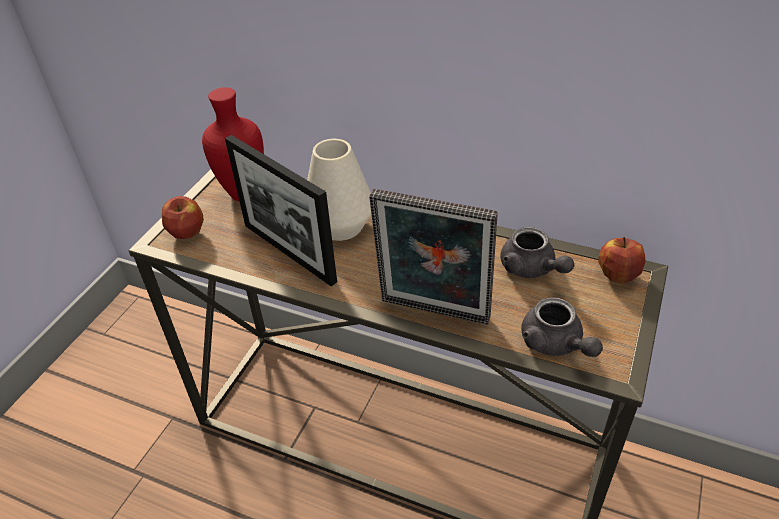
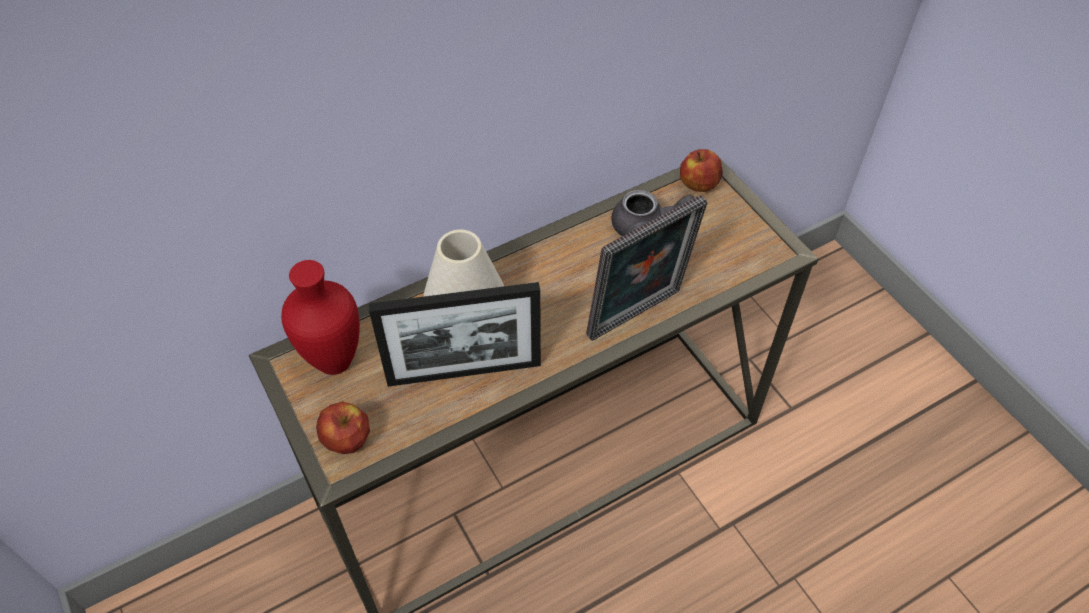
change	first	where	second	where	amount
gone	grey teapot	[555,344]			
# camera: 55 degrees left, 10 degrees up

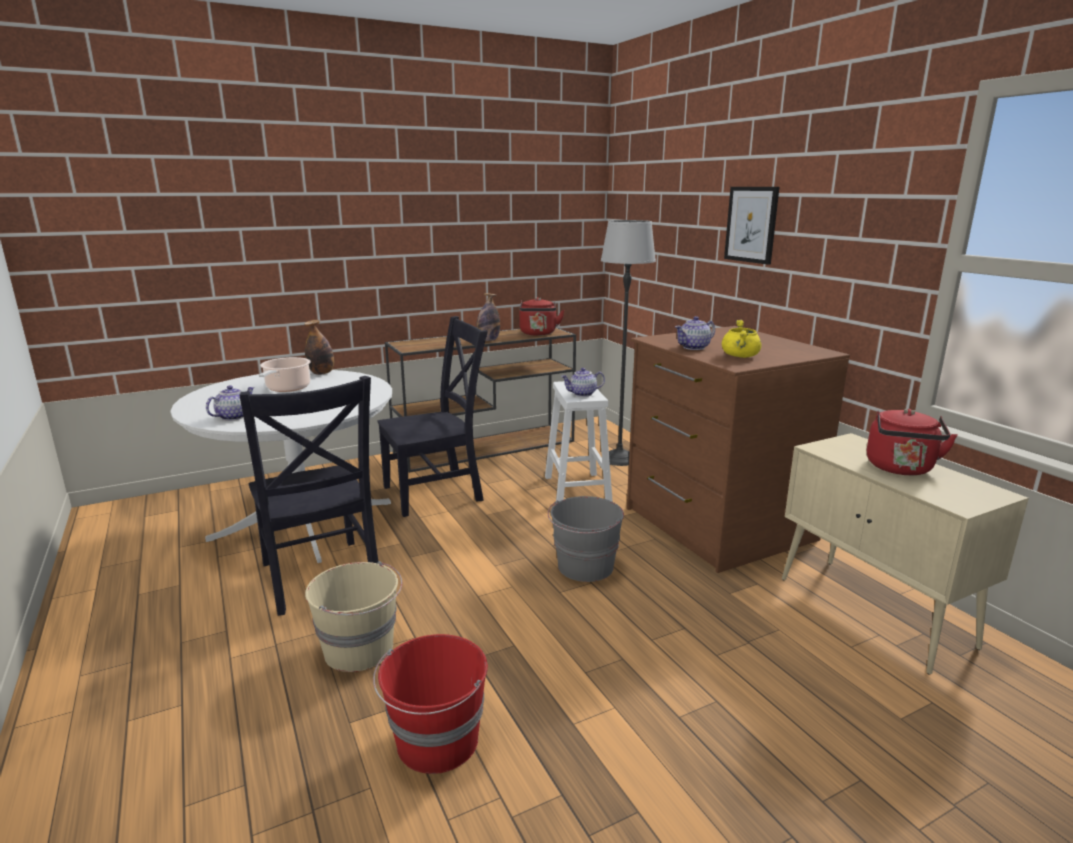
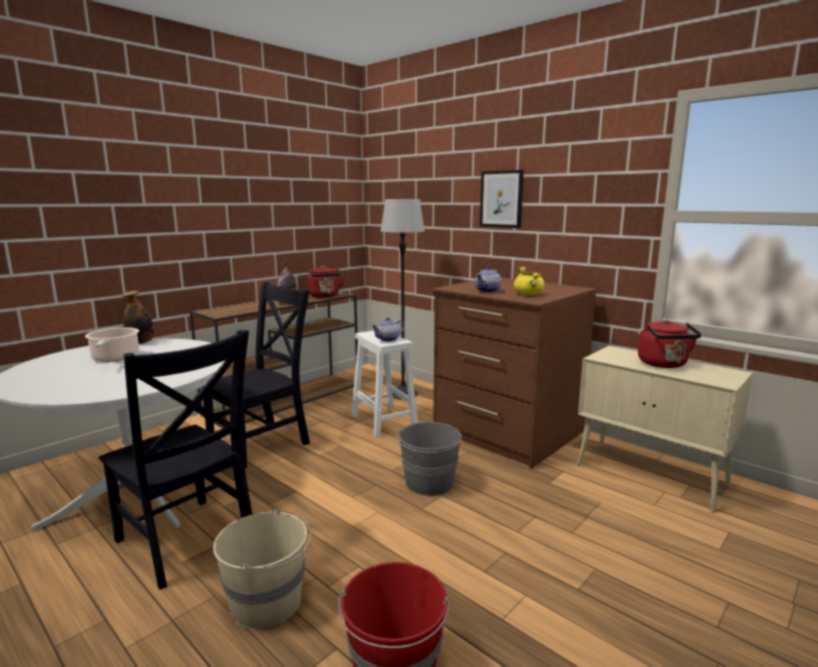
change	first	where	second	where	amount
gone	teapot	[233,416]			
# camera: 20 degrees left, 5 degrees down

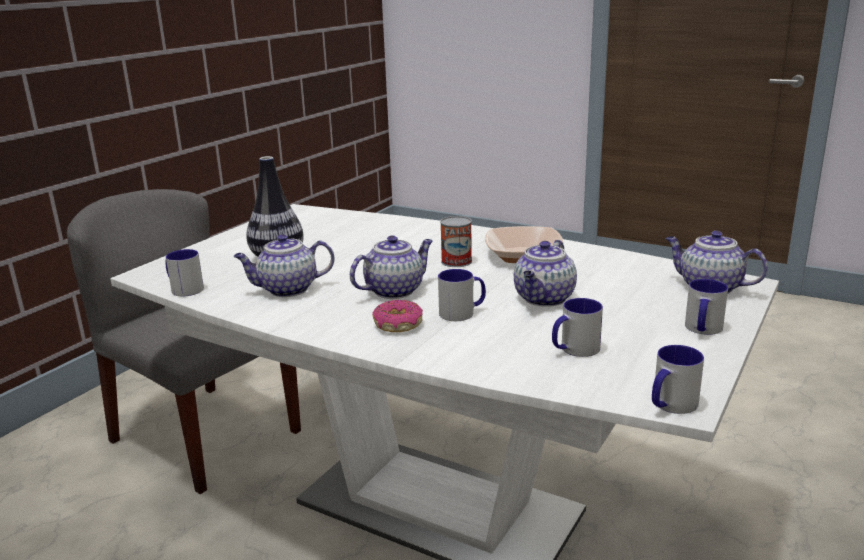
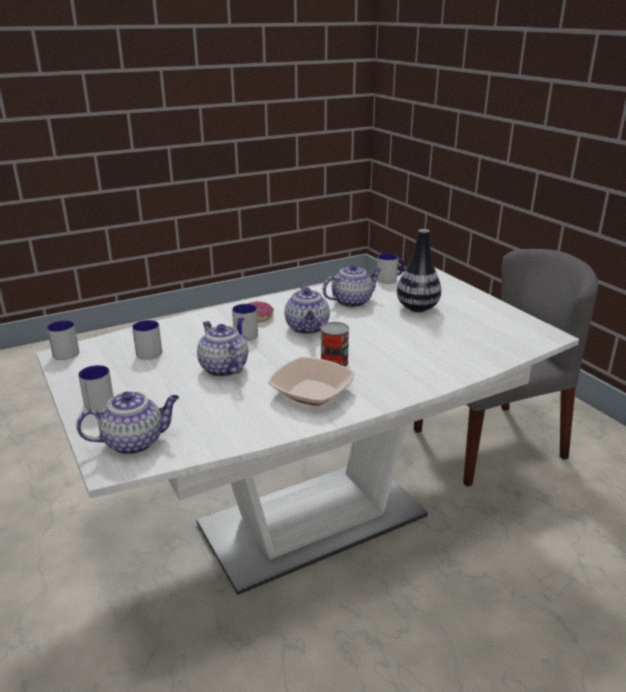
change	first	where	second	where	amount
rotated	teapot	[287,290]		[352,301]	45 degrees clockwise
# camera: 120 degrees right, 5 degrees up

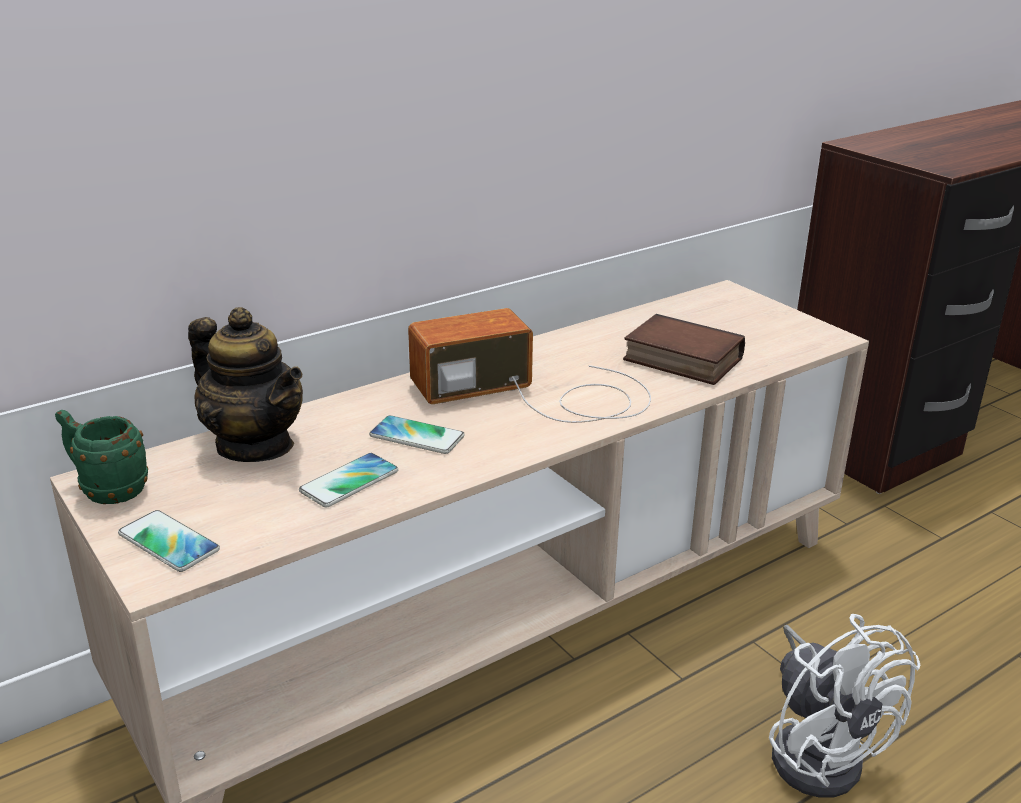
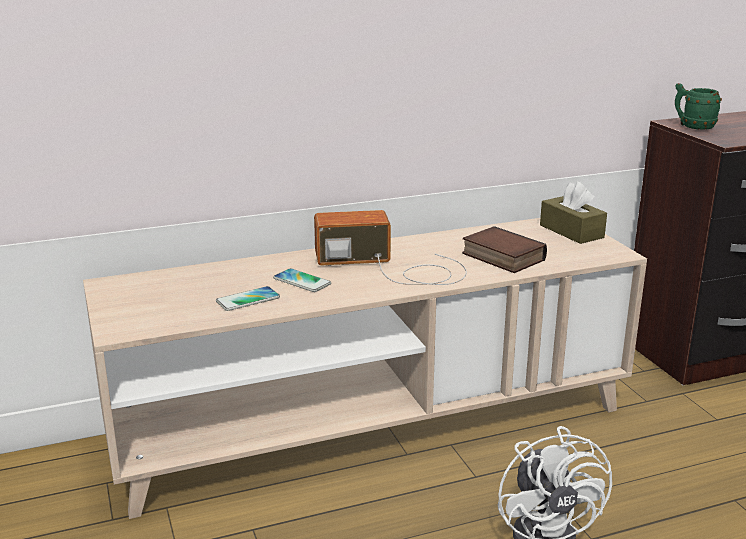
change	first	where	second	where	amount
gone	phone	[168,542]			
gone	teapot	[255,445]			
new			brown tissue box	[571,231]	
shifted	green mug	[107,489]		[692,126]	
# camera: 15 degrees right, 5 degrees down

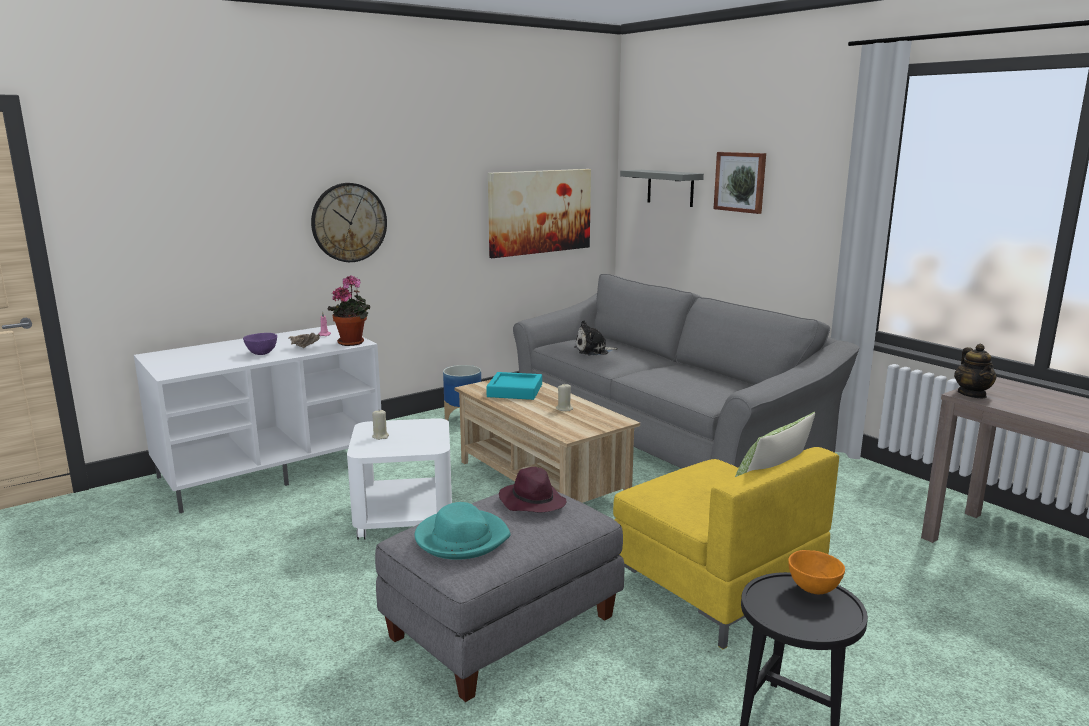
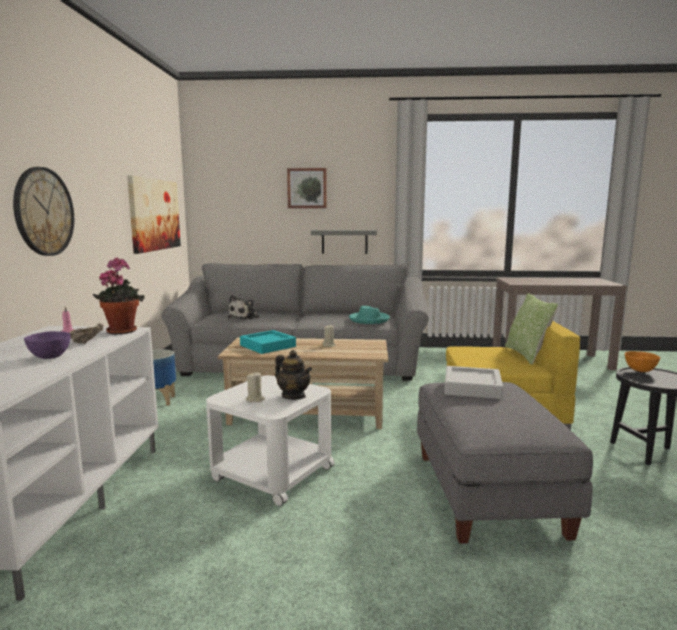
change	first	where	second	where	amount
shifted	turquoise hat	[461,538]		[369,320]	
shifted	grey shelf	[670,188]		[344,241]	
shifted	teapot	[972,394]		[293,396]	
swapped	purple hat	[532,502]	grey tray	[472,387]	
# camera: 50 degrees left, 5 degrees down

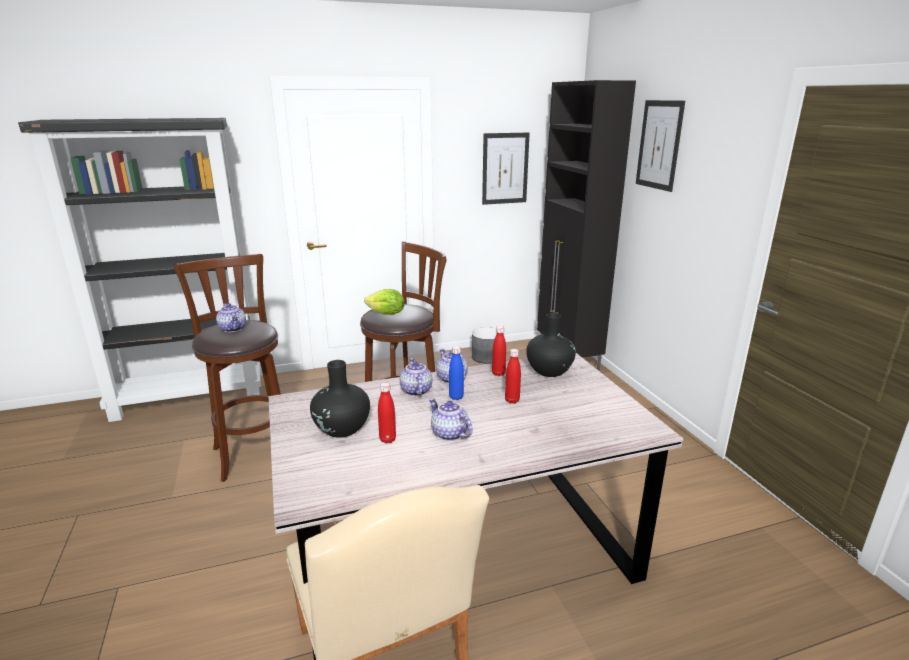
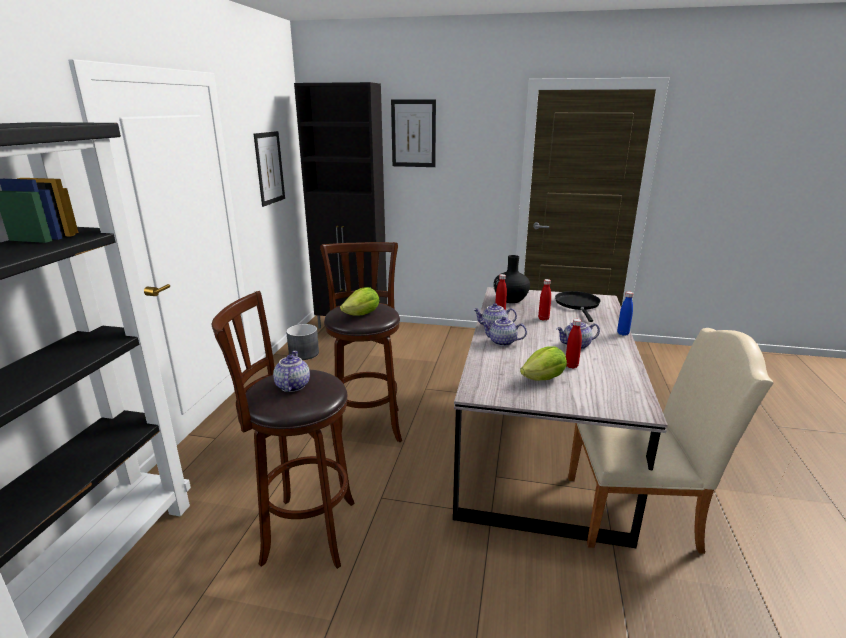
change	first	where	second	where	amount
new			black frying pan	[578,305]	
shifted	blue bottle	[456,397]		[622,333]	
swapped	black vase	[342,429]	lettuce	[544,378]	
rotated	teapot	[233,329]		[292,386]	90 degrees counterclockwise
# camera: 60 degrees left, 0 degrees up

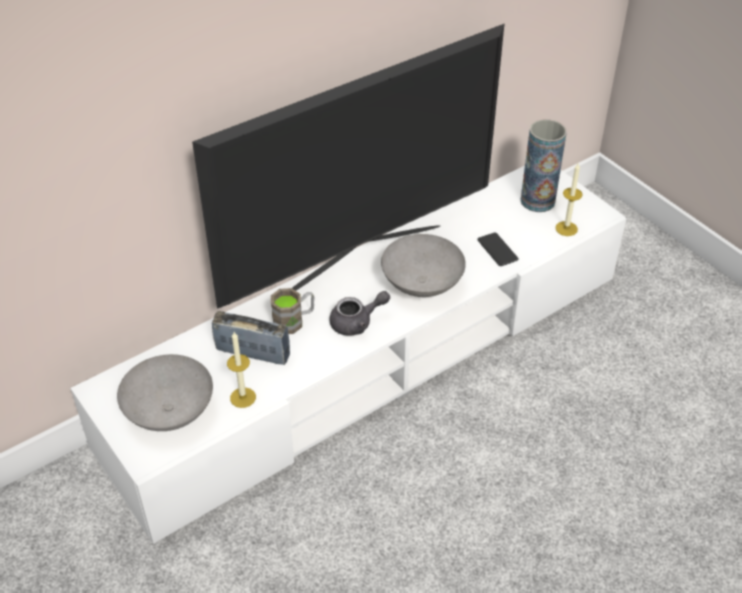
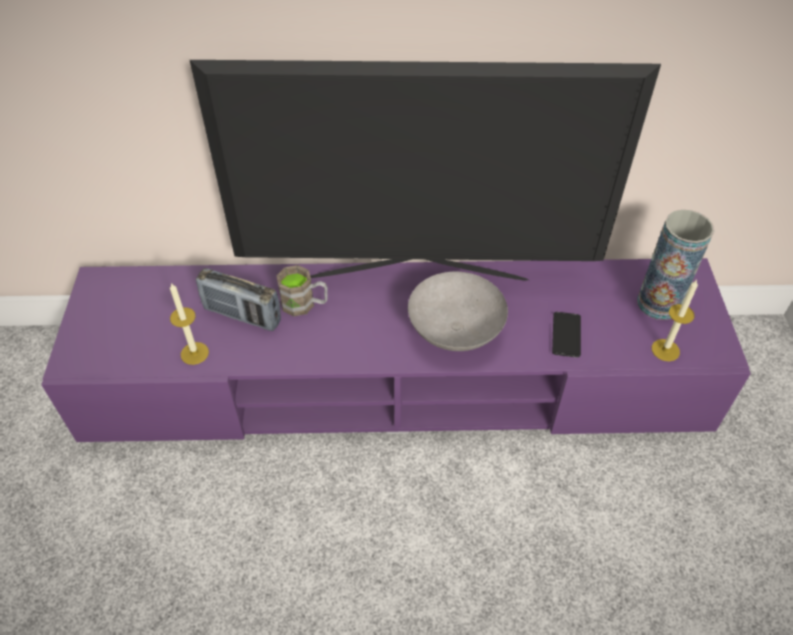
change	first	where	second	where	amount
gone	grey bowl	[170,413]			
gone	grey teapot	[357,323]			
repainted	white tv stand	[372,360]	purple tv stand	[398,381]	
rotated	radio	[253,353]		[242,315]	150 degrees clockwise
# camera: 35 degrees right, 5 degrees up

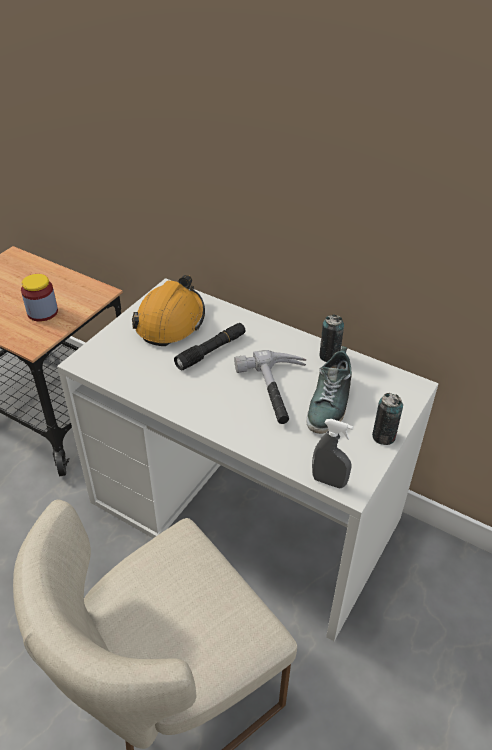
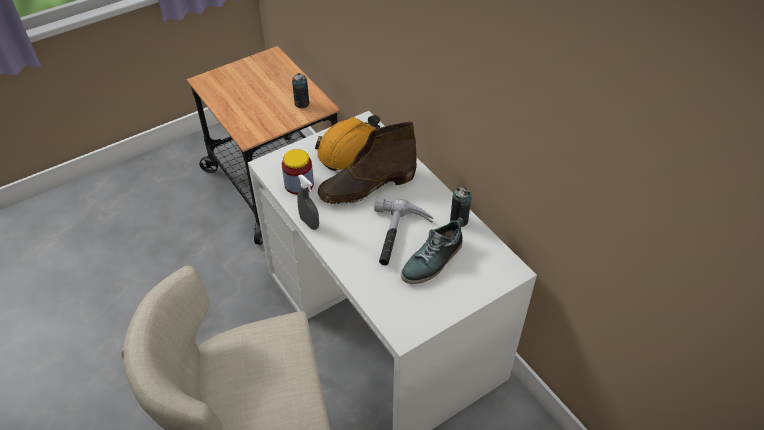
change	first	where	second	where	amount
shifted	jar	[42,312]		[299,184]	
shifted	grey spray bottle	[329,481]		[309,223]	
shifted	can	[383,436]		[302,104]	
swapped	black flashlight	[211,351]	brown boot	[366,186]	
# camera: 25 degrees right, 5 degrees up

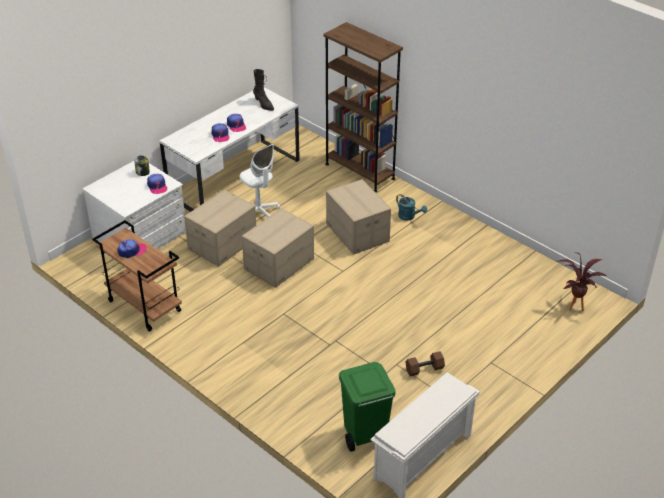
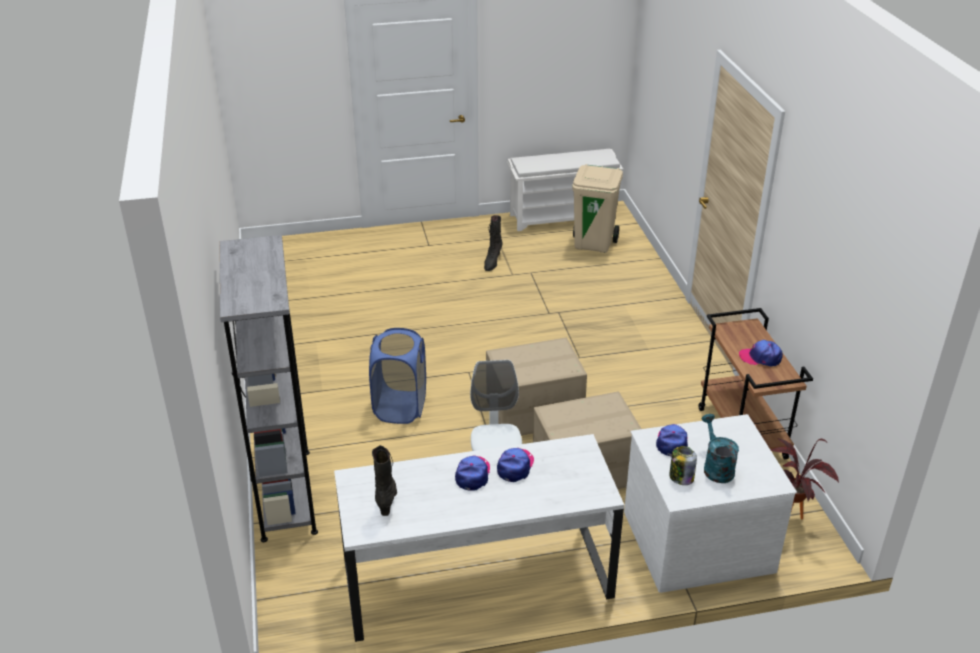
change	first	where	second	where	amount
shifted	turquoise watering can	[409,217]		[716,467]	
shifted	potted plant	[573,305]		[789,522]	
swapped	cardboard box	[357,232]	blue laundry basket	[400,407]	
swapped	brown dumbbell	[424,369]	black boot	[492,262]	
repainted	brown bookcase	[360,171]	grey bookcase	[286,494]	
repainted	green trash can	[365,434]	beige trash can	[594,244]	
# camera: 145 degrees left, 5 degrees down

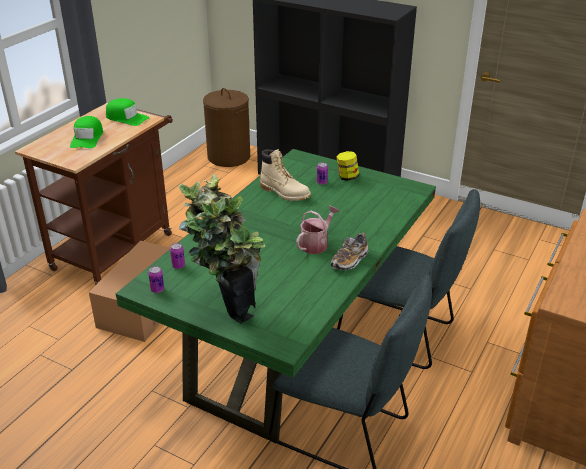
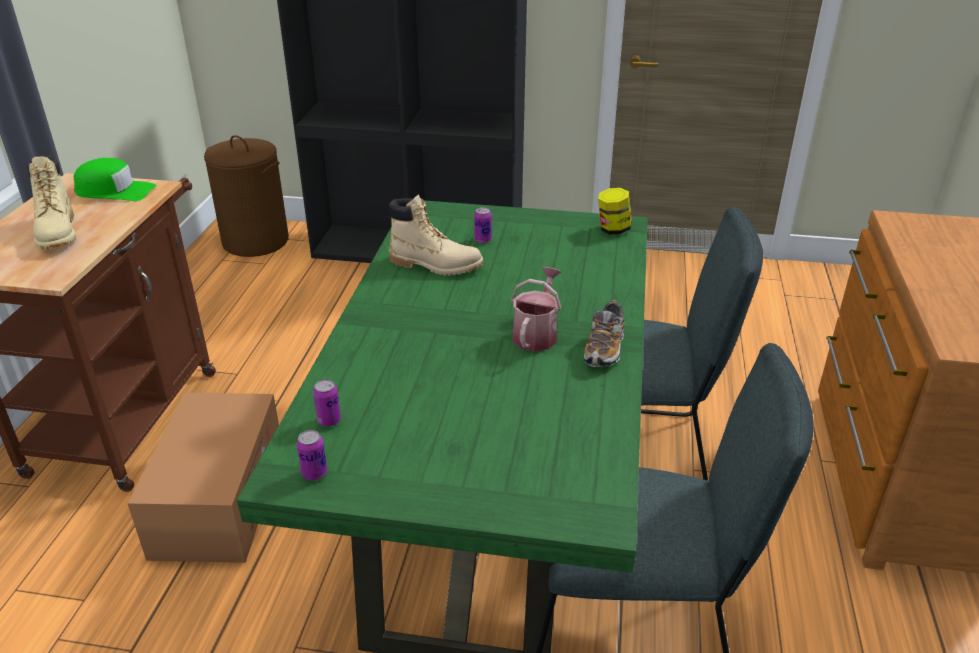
change	first	where	second	where	amount
gone	potted plant	[226,306]			
shifted	jar	[347,177]		[613,229]	
swapped	green cap	[87,138]	beige boot	[58,233]	
# camera: 20 degrees left, 0 degrees up

